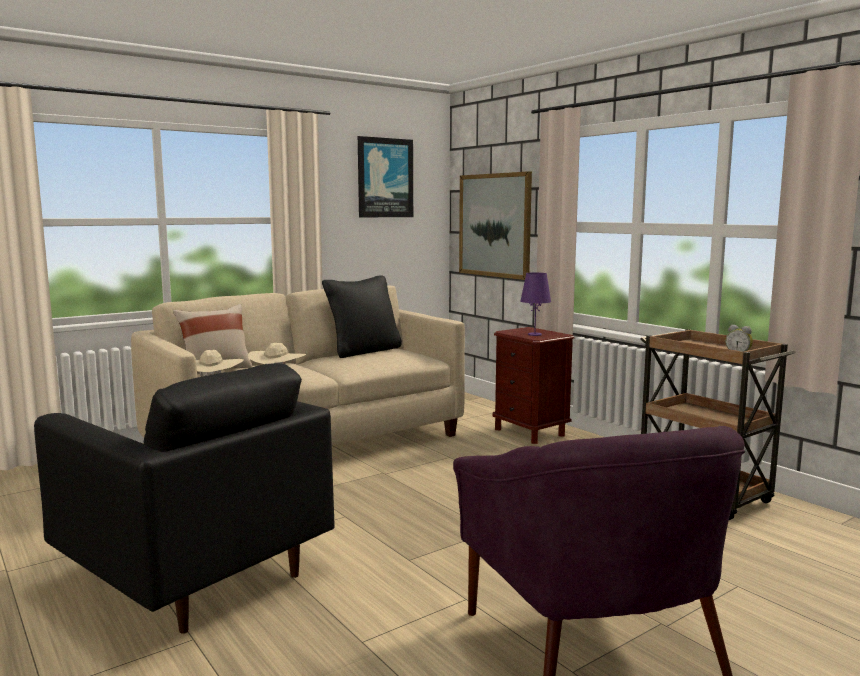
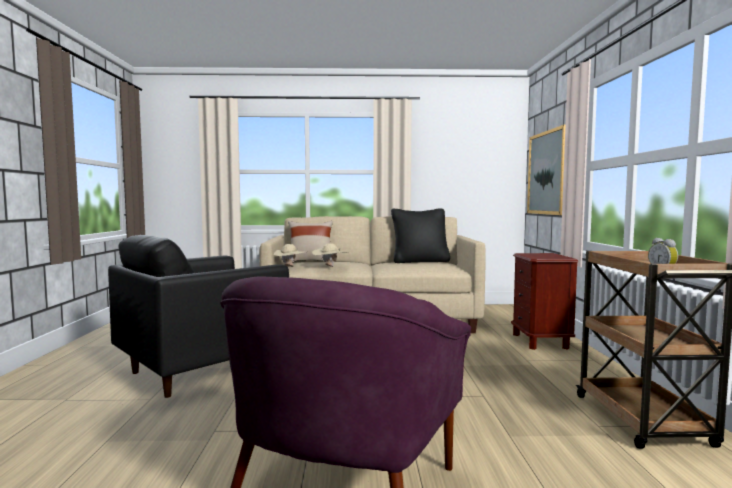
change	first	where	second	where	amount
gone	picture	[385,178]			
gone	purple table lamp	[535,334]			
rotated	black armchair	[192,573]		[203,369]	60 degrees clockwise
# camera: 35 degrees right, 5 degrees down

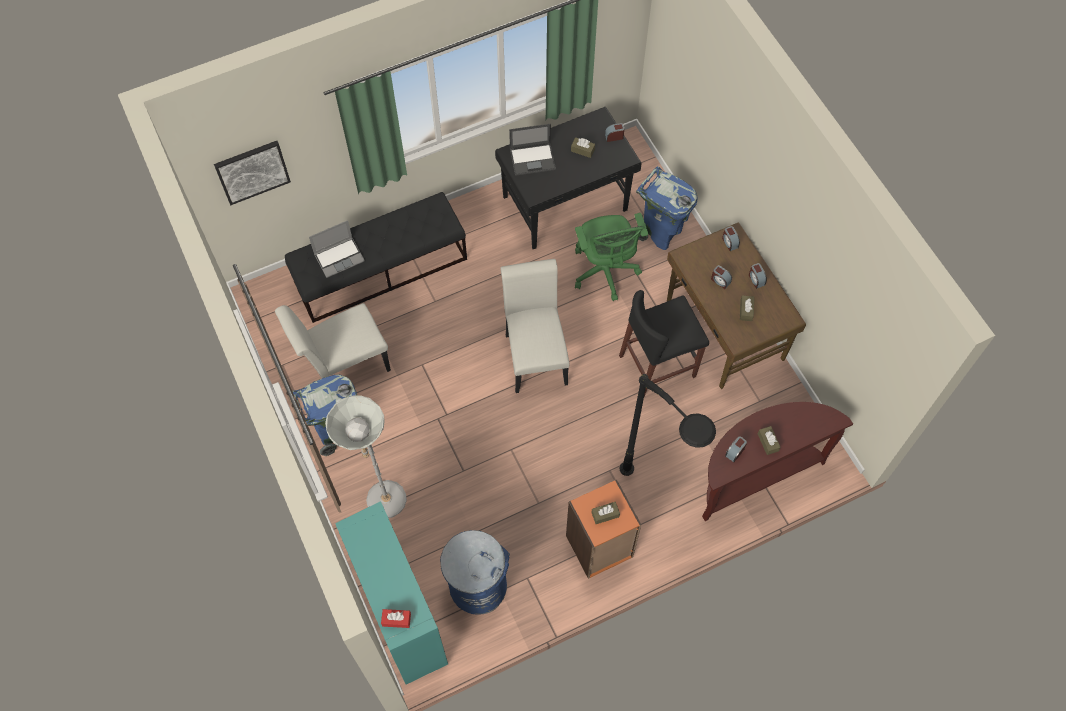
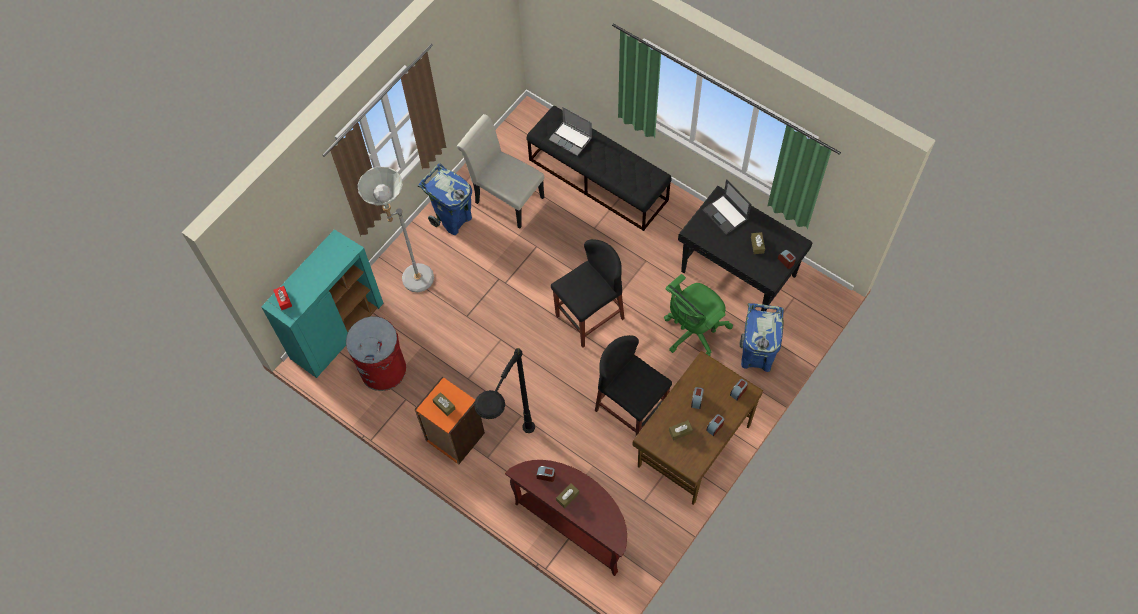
change	first	where	second	where	amount
gone	picture	[252,171]			
swapped	white chair	[535,354]	black stool	[589,317]	
repainted	blue trash can	[477,585]	red trash can	[383,369]	
# camera: 65 degrees right, 0 degrees up

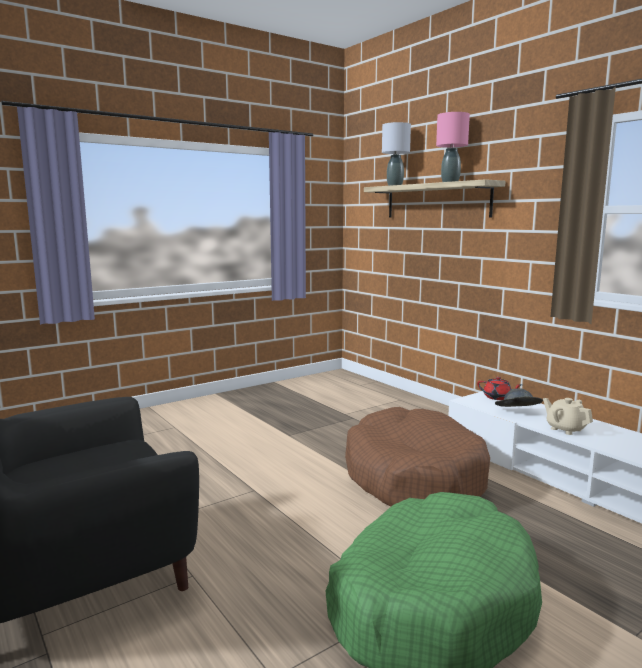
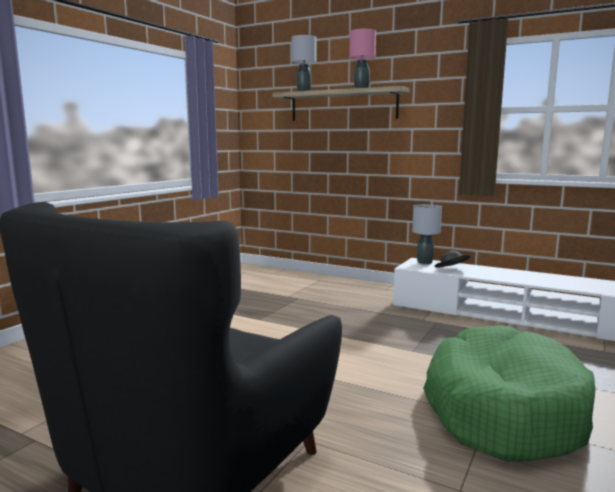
change	first	where	second	where	amount
gone	brown dog bed	[413,478]			
gone	beige teapot	[565,429]			
swapped	red teapot	[498,397]	grey table lamp	[424,262]	
# camera: 25 degrees left, 0 degrees up

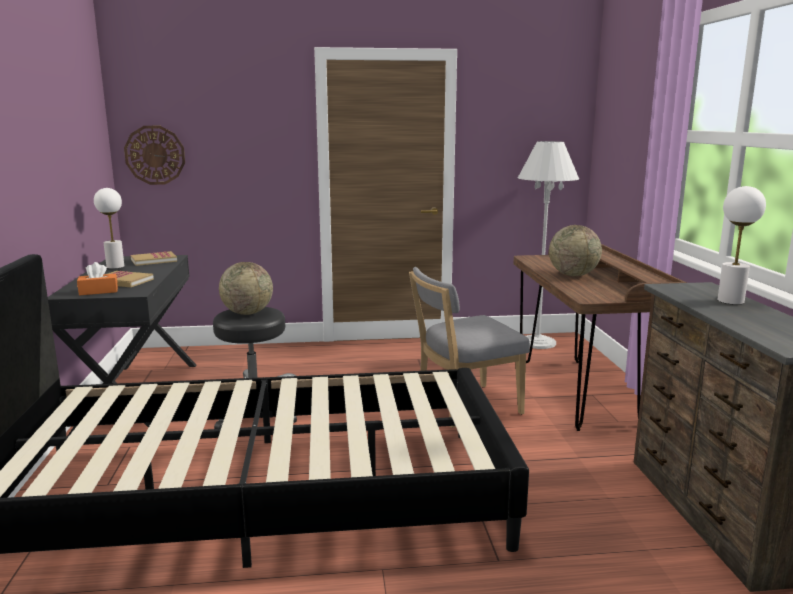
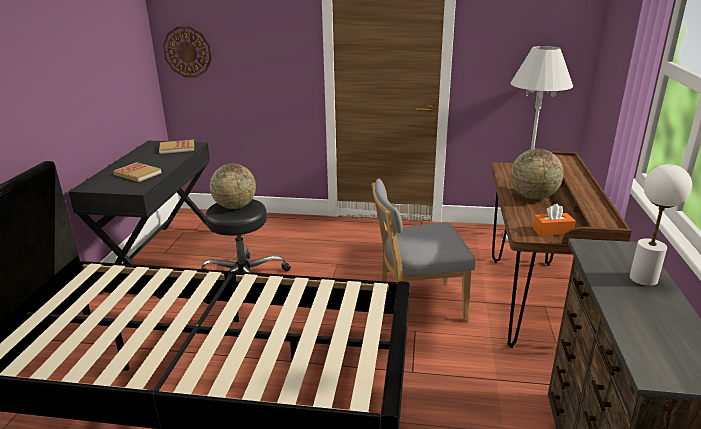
change	first	where	second	where	amount
gone	white table lamp	[115,266]			
shifted	orange tissue box	[98,291]		[552,231]	
# camera: 15 degrees right, 10 degrees up

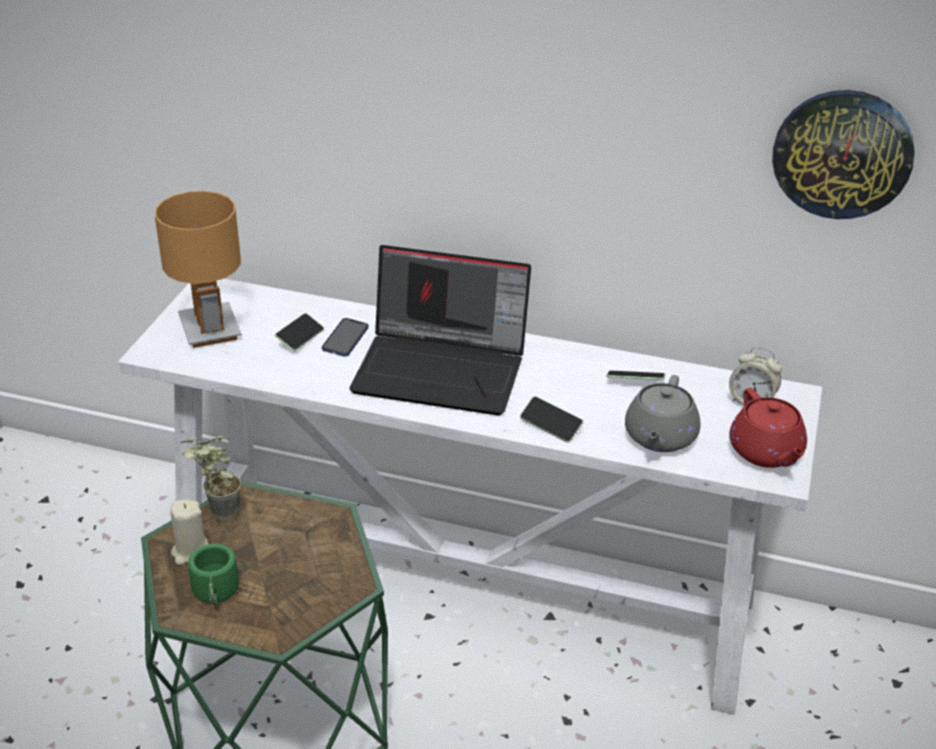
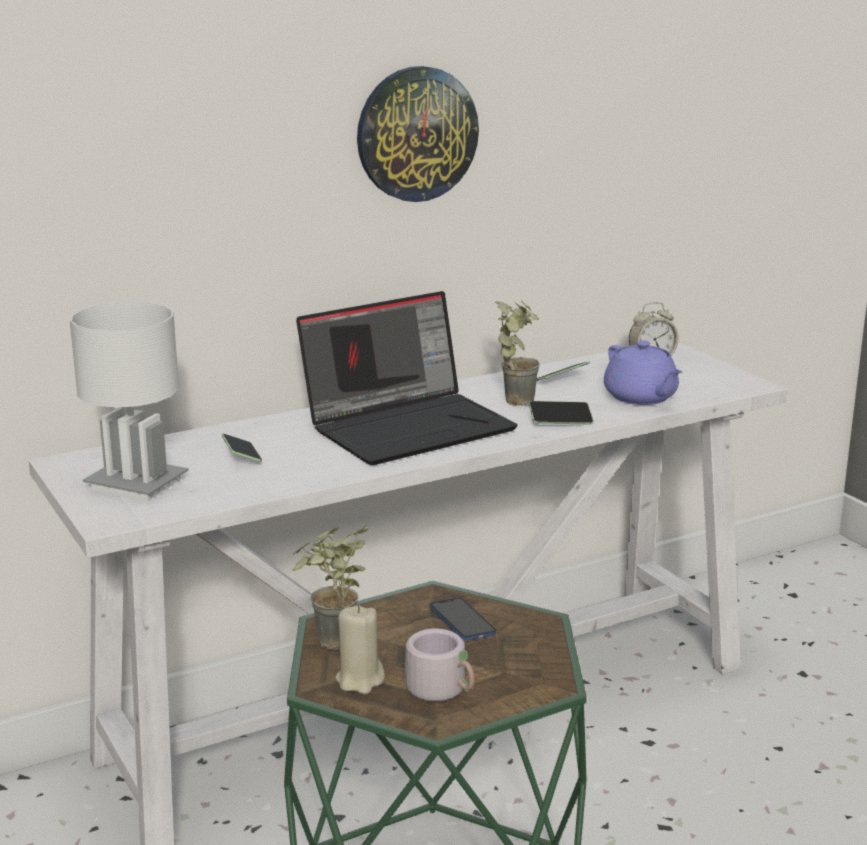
change	first	where	second	where	amount
gone	red teapot	[766,452]			
new			potted plant	[515,398]	
shifted	phone	[345,339]		[462,621]	
shifted	wall clock	[842,154]		[416,134]	
repainted	brown table lamp	[209,329]	white table lamp	[136,485]	
repainted	green mug	[218,593]	grey mug	[443,689]	
repainted	grey teapot	[660,437]	purple teapot	[641,397]	
# camera: 45 degrees left, 15 degrees down

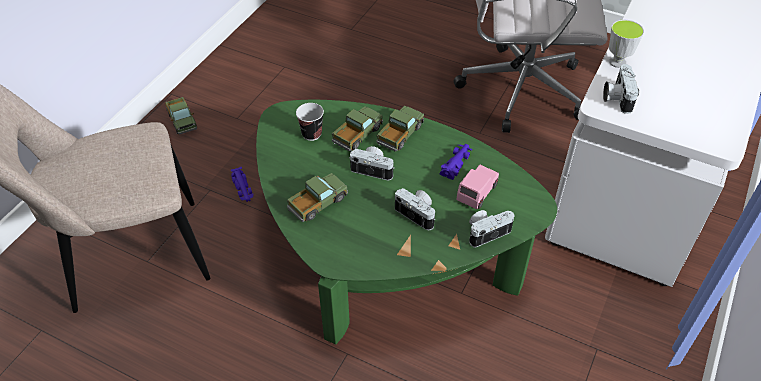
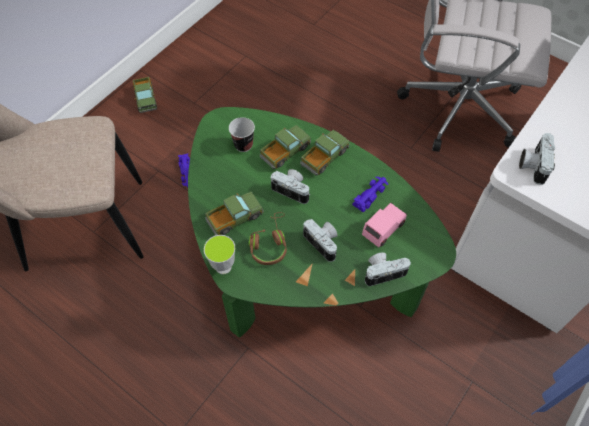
change	first	where	second	where	amount
new			brown headphones	[269,243]	
shifted	cup	[617,62]		[223,267]	
# camera: 10 degrees right, 10 degrees up

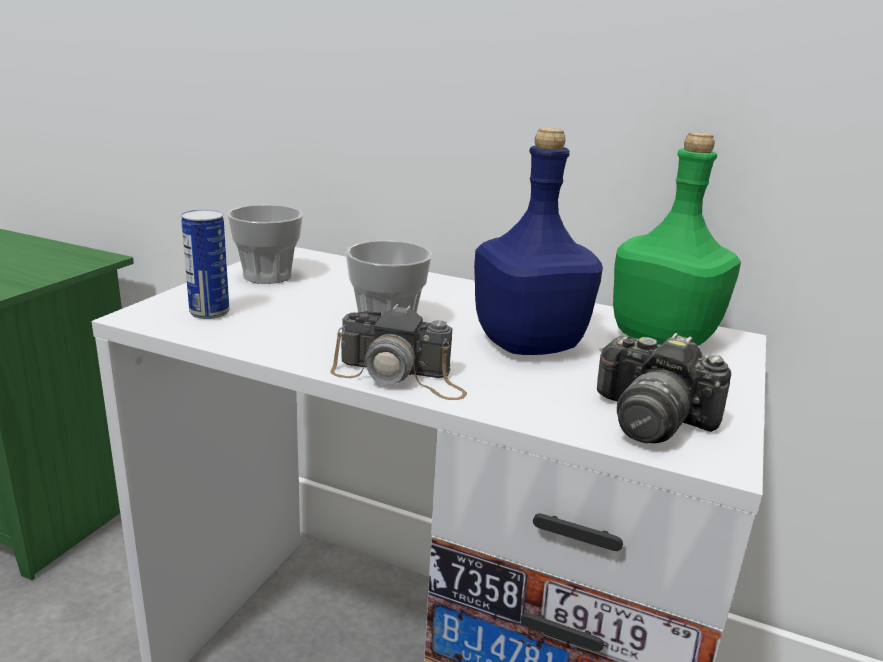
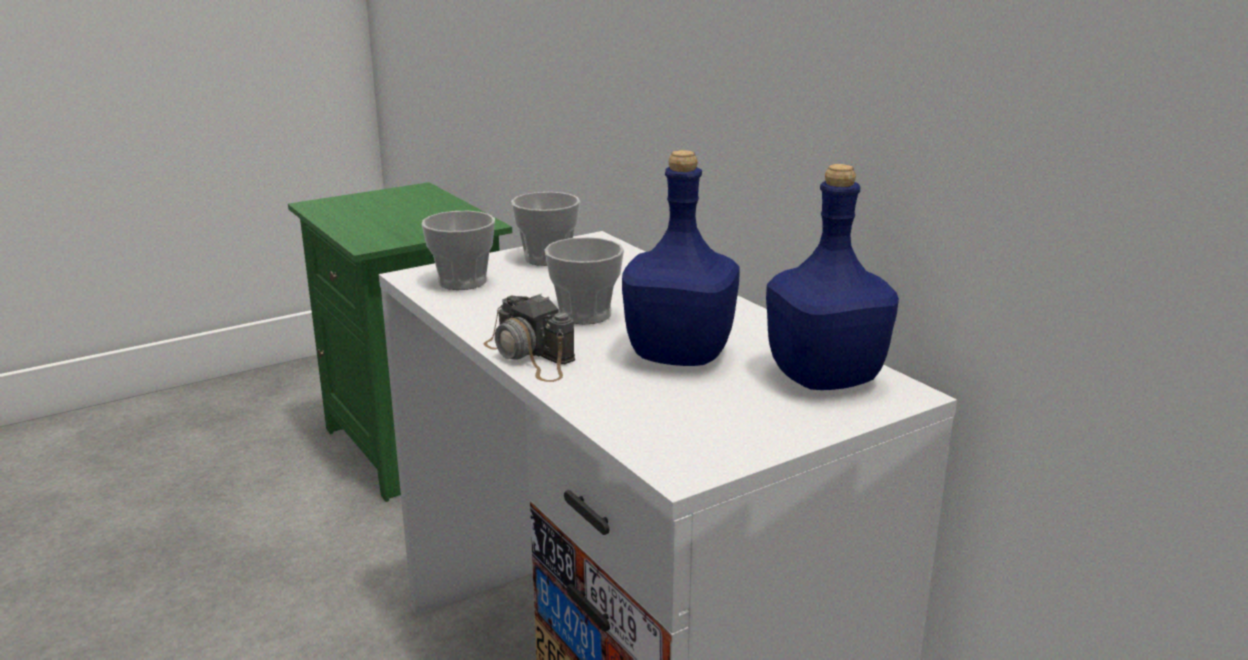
change	first	where	second	where	amount
gone	photo camera	[651,419]			
swapped	can	[209,312]	cup	[462,281]	
repainted	green bottle	[660,337]	blue bottle	[823,376]	
# camera: 35 degrees right, 0 degrees up

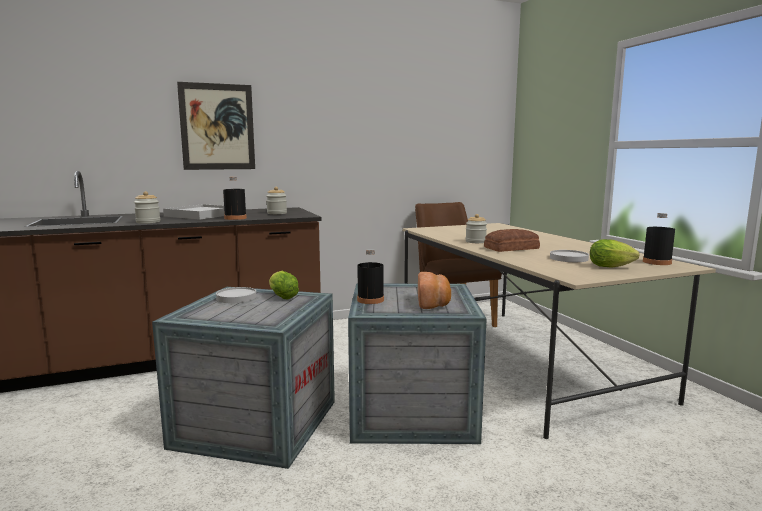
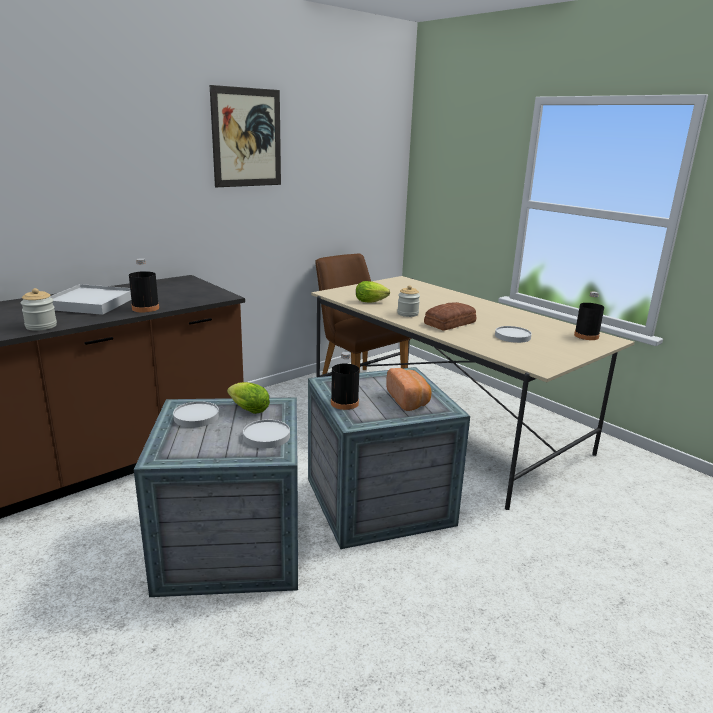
change	first	where	second	where	amount
gone	jar	[277,213]			
new			white plate	[266,436]	
shifted	picture	[217,127]		[247,138]	
shifted	lettuce	[613,267]		[372,302]	
# camera: 20 degrees left, 10 degrees up

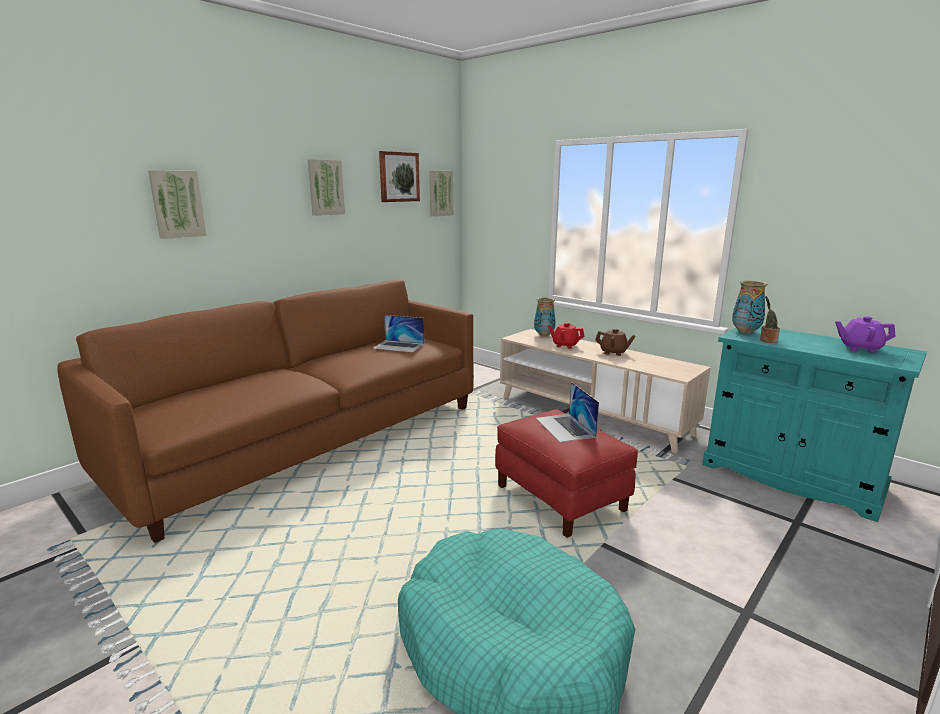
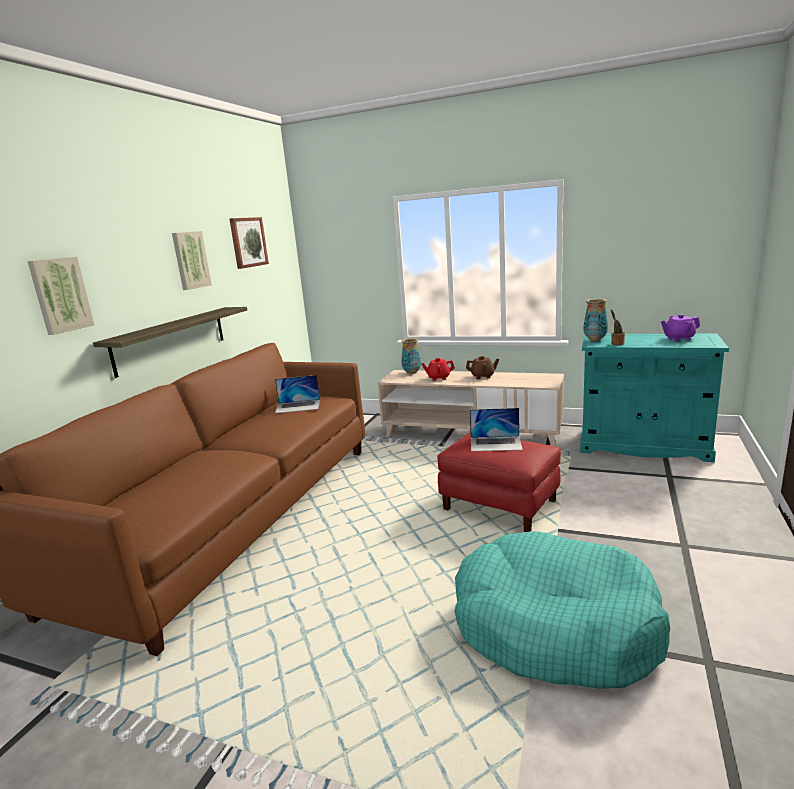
change	first	where	second	where	amount
gone	picture	[440,193]			
new			shelf	[171,339]	
rotated	laptop	[565,427]		[496,443]	45 degrees counterclockwise
# camera: 20 degrees left, 0 degrees up

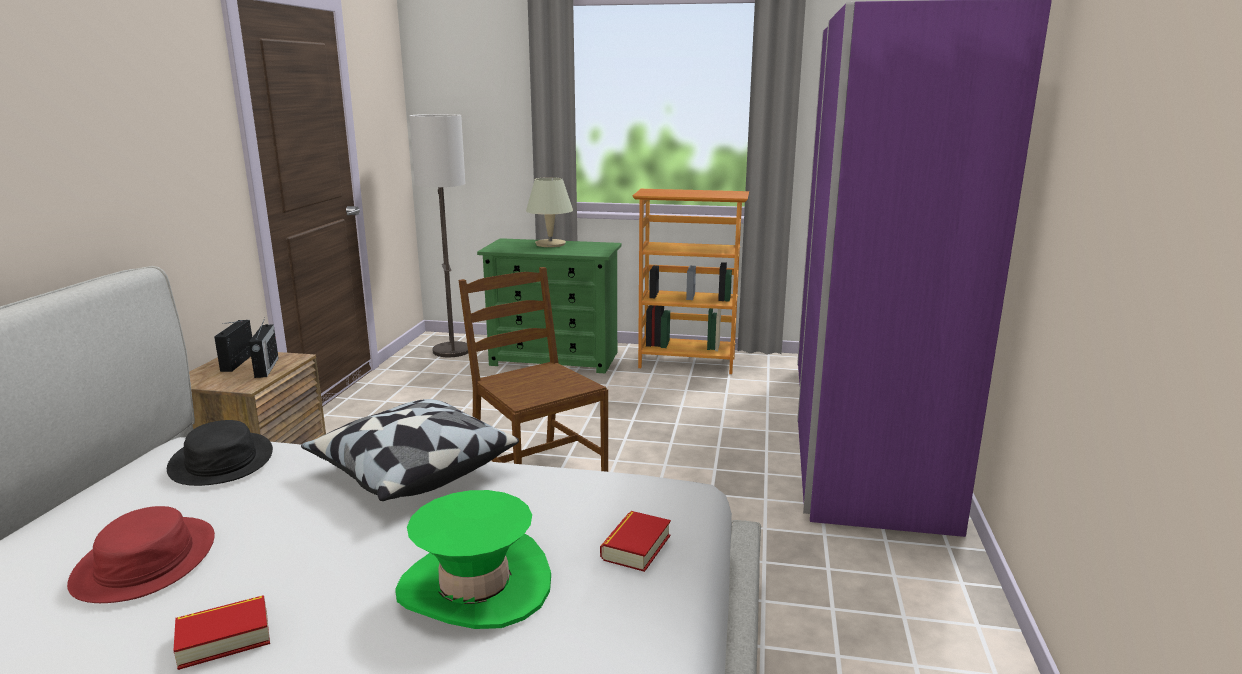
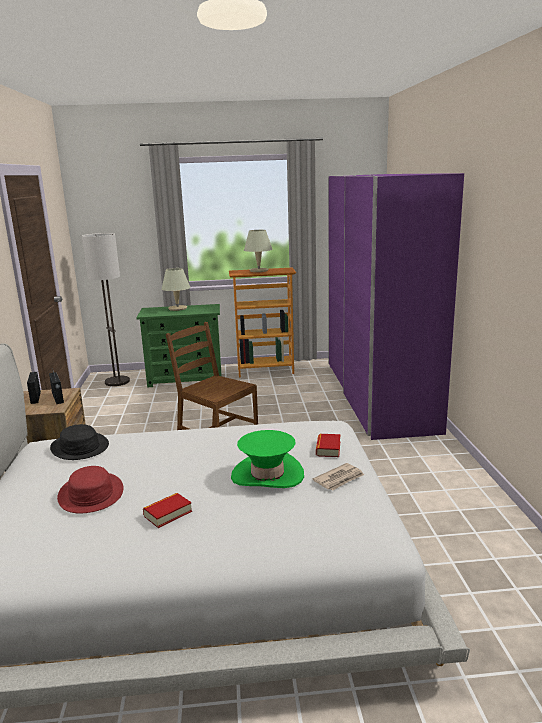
change	first	where	second	where	amount
gone	pillow	[411,471]			
new			beige table lamp	[259,270]	
new			newspaper	[339,479]	
# camera: 15 degrees left, 0 degrees up

